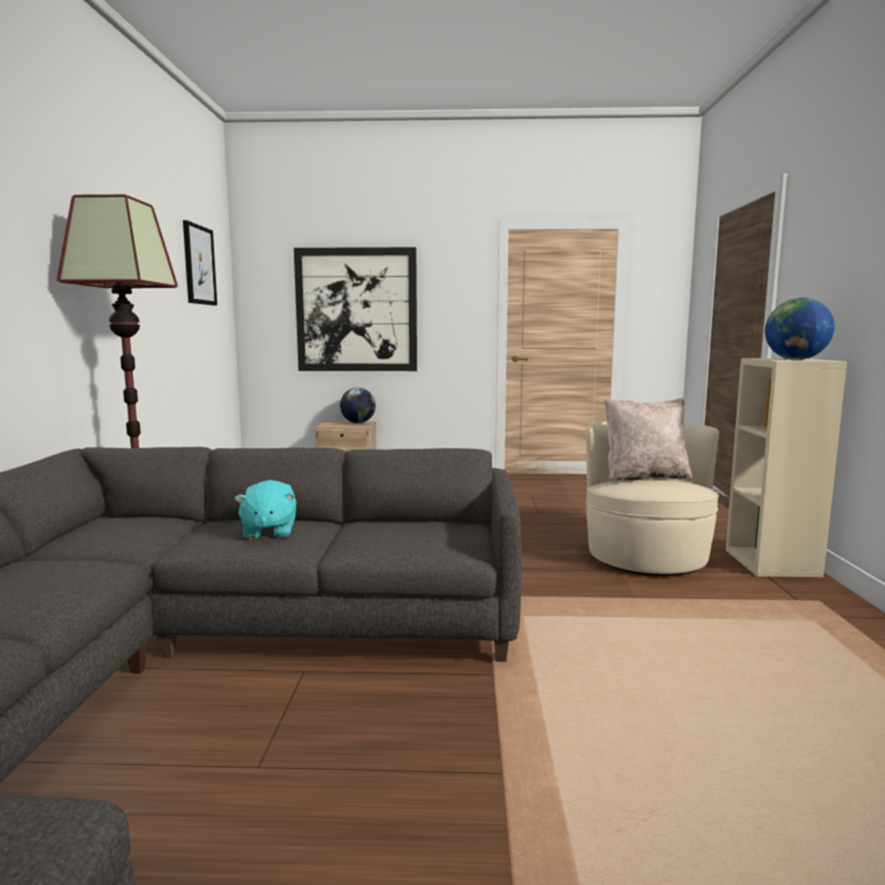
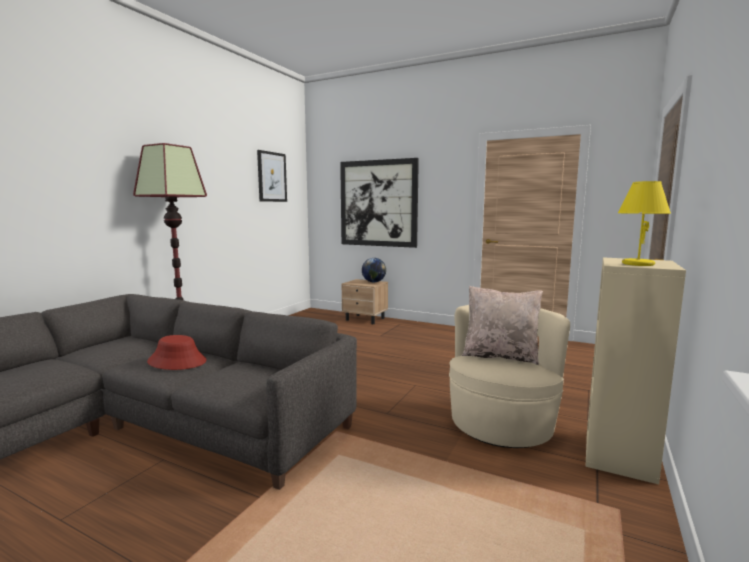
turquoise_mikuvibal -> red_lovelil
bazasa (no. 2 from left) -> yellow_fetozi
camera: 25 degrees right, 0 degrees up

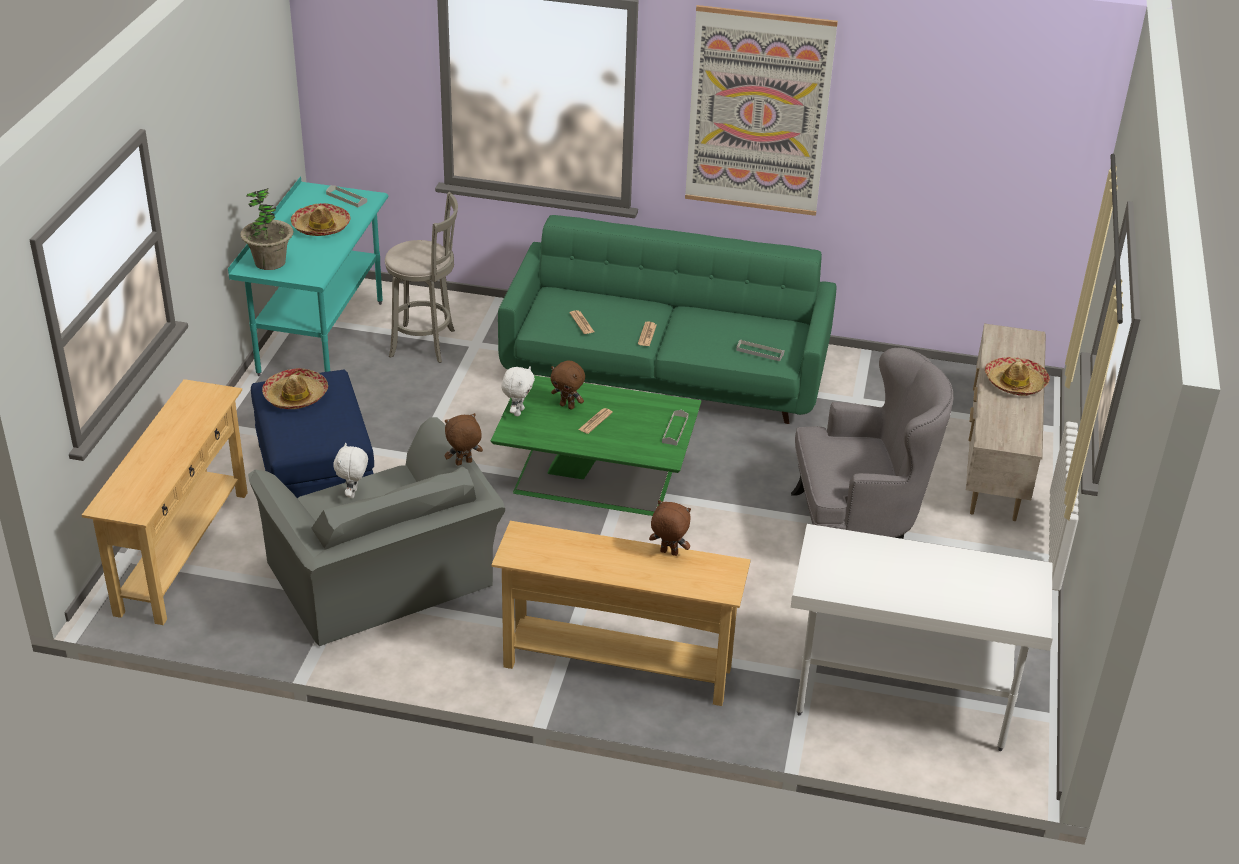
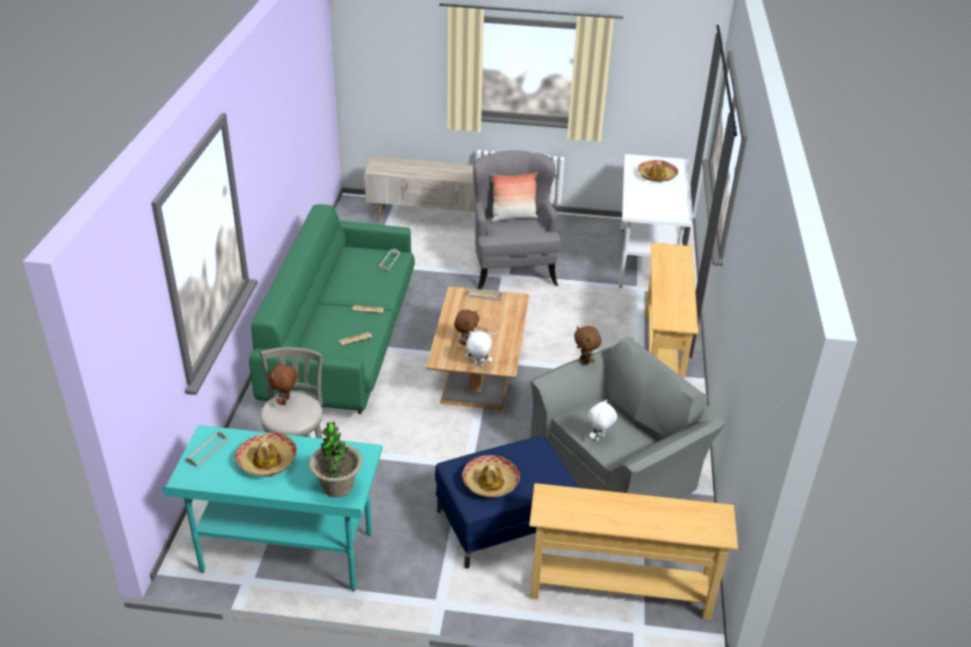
white_mikuvibal (no. 1 from left in the first image) -> white_mikuvibal (no. 2 from left), 135 degrees clockwise
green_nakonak -> brown_nakonak
brown_mikuvibal (no. 3 from left in the first image) -> brown_mikuvibal (no. 1 from left), relocated
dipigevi -> none
lovelil (no. 3 from left), relocated
none -> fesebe
camera: 95 degrees left, 0 degrees up

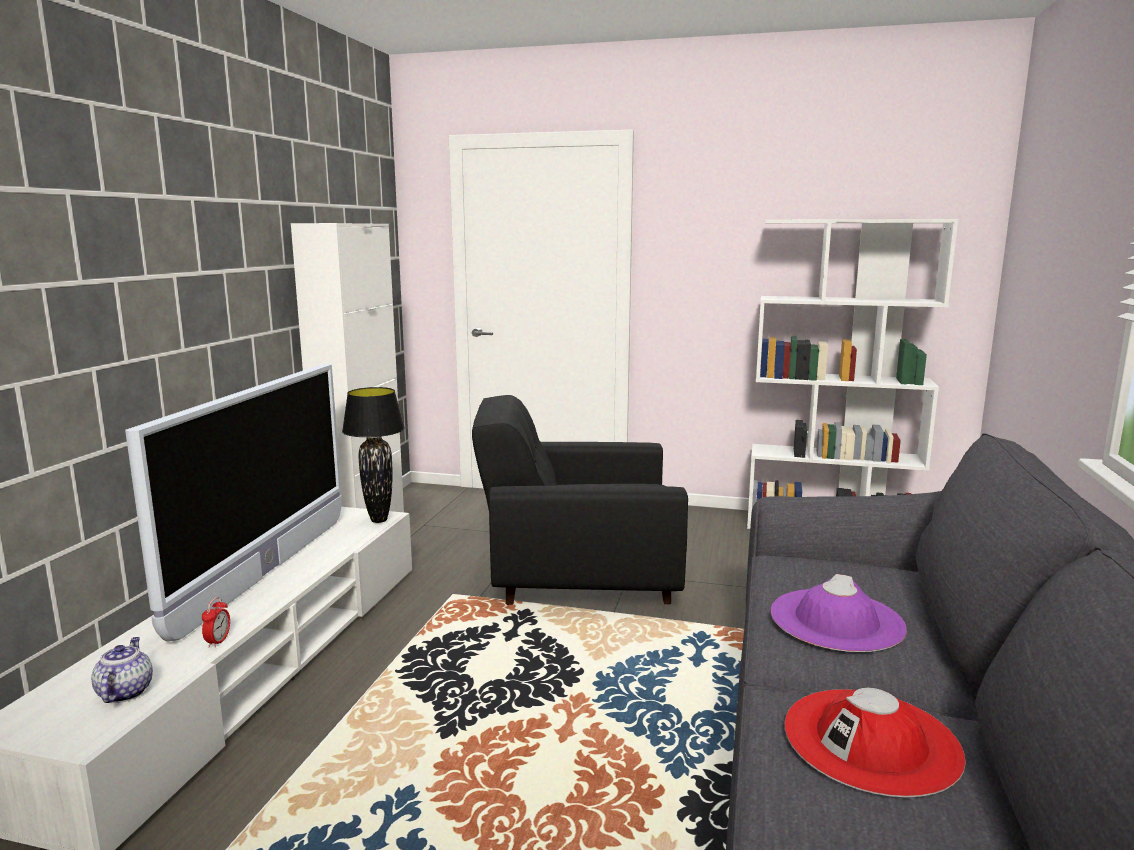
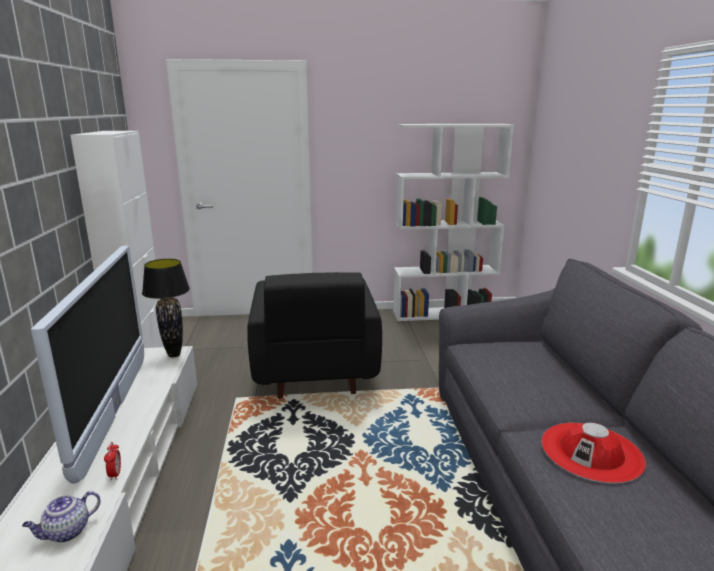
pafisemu, 105 degrees counterclockwise
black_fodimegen, 75 degrees counterclockwise
purple_lovelil -> none
camera: 20 degrees left, 5 degrees up

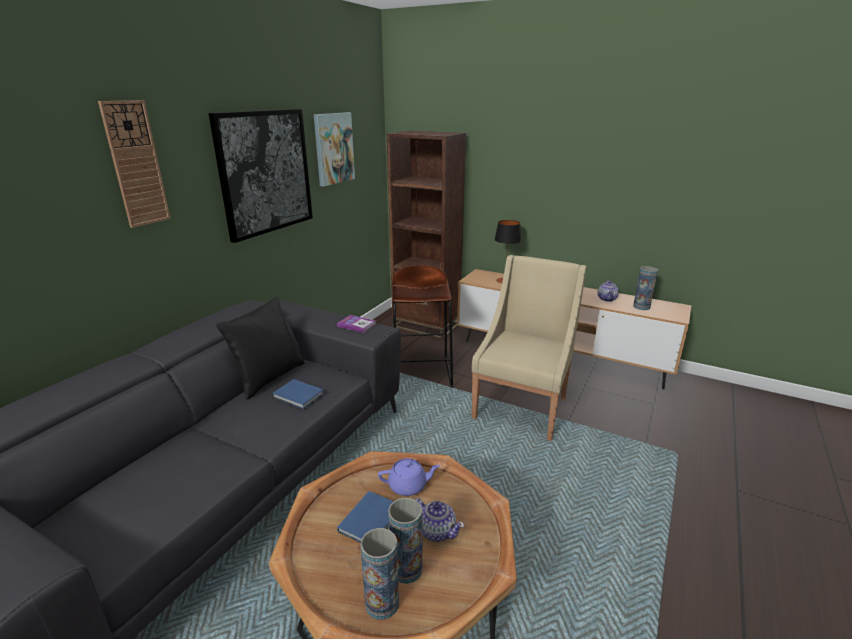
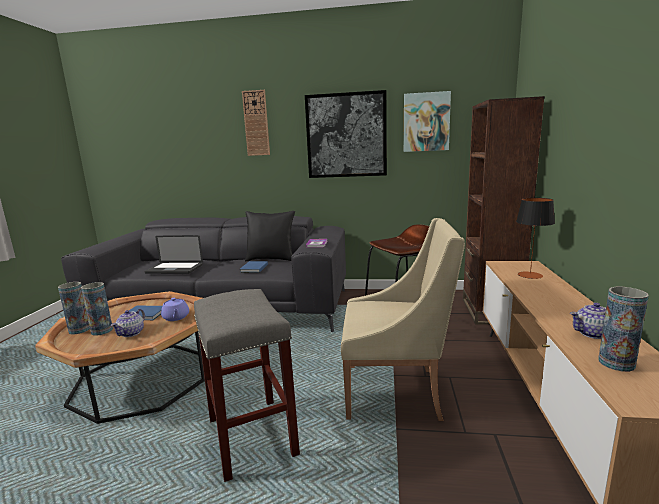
none -> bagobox
none -> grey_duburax
camera: 70 degrees right, 10 degrees down

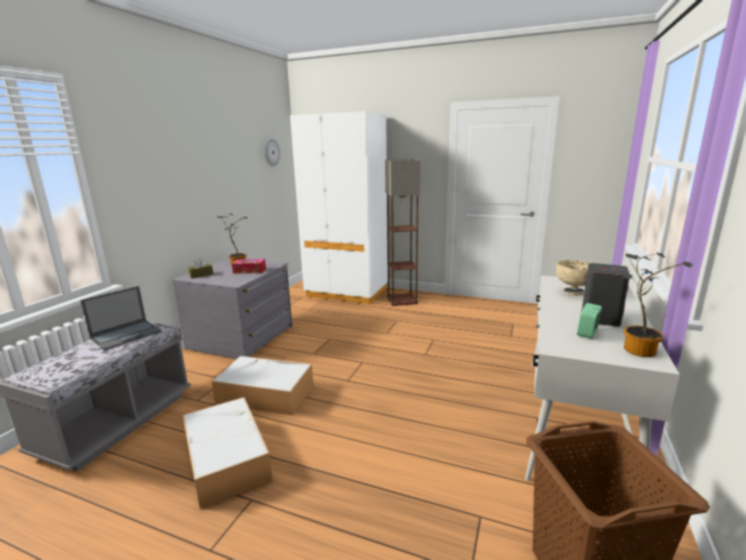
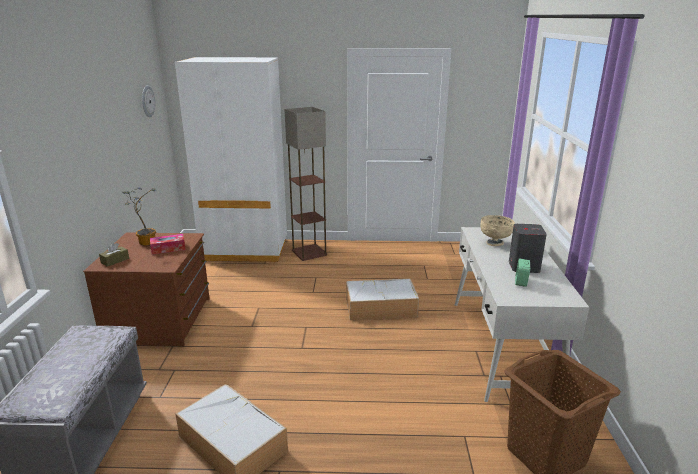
bagobox -> none
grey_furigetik -> brown_furigetik
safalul (no. 2 from left), relocated
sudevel (no. 2 from left) -> none
camera: 20 degrees left, 5 degrees up

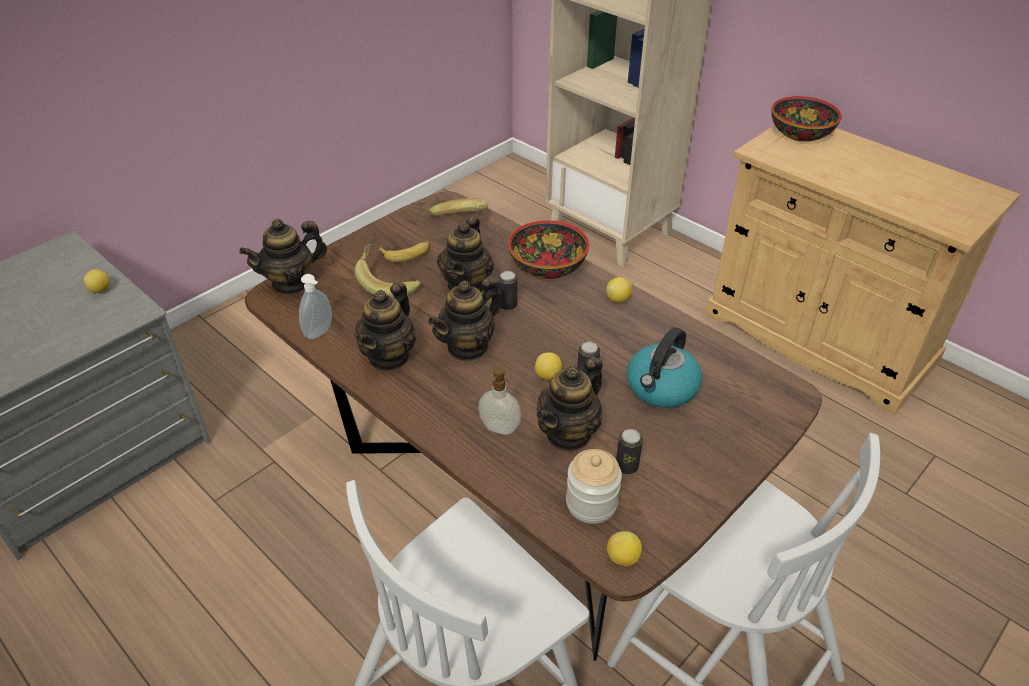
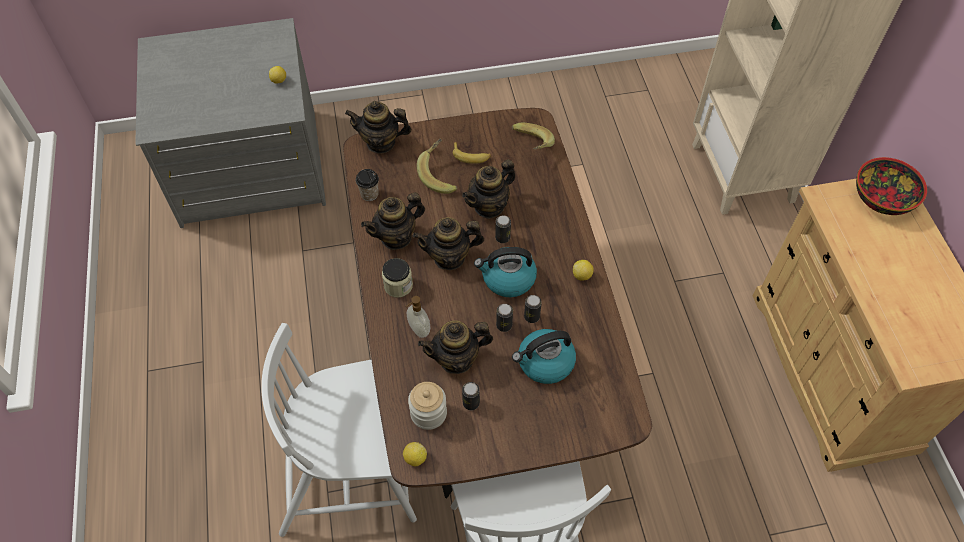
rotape (no. 1 from left) -> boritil
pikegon (no. 1 from left) -> none
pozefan (no. 2 from left) -> none
none -> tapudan (no. 1 from left)
none -> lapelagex (no. 1 from left)
none -> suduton (no. 4 from left)
camera: 35 degrees right, 15 degrees up

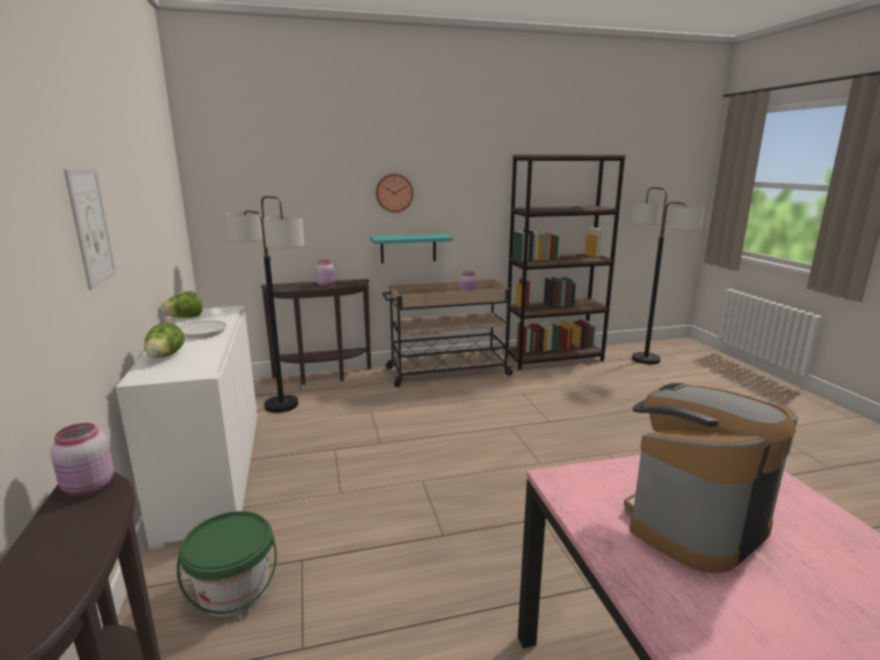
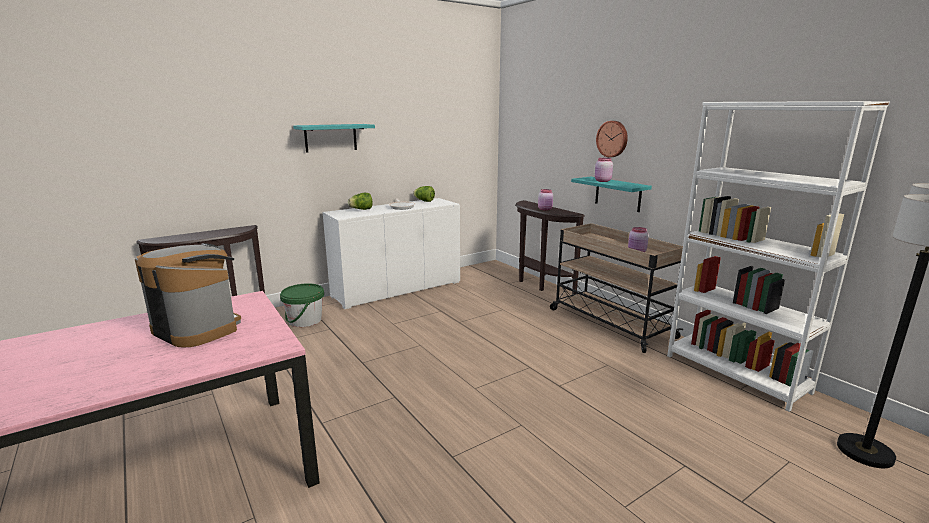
pink_tapudan (no. 1 from left in the first image) -> pink_tapudan (no. 2 from left), relocated
dipigevi -> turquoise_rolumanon (no. 1 from left)
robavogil (no. 1 from left) -> none
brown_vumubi -> white_vumubi
camera: 70 degrees right, 0 degrees up

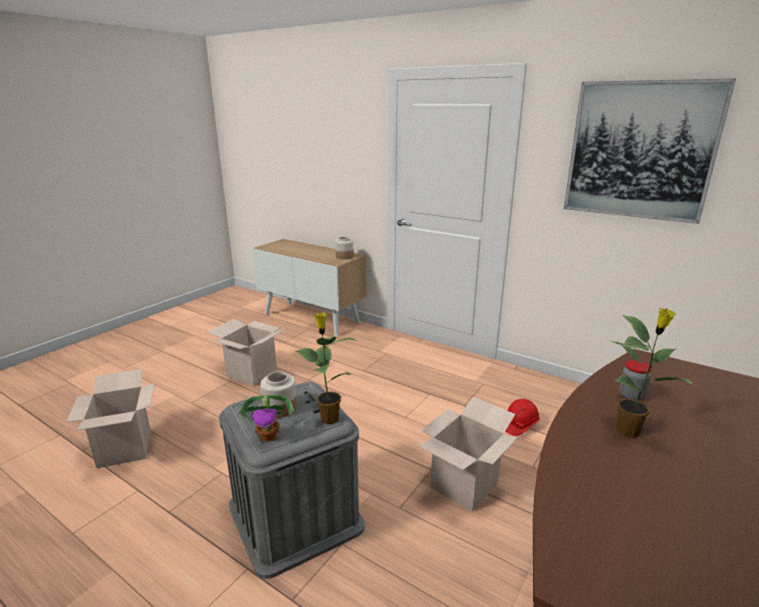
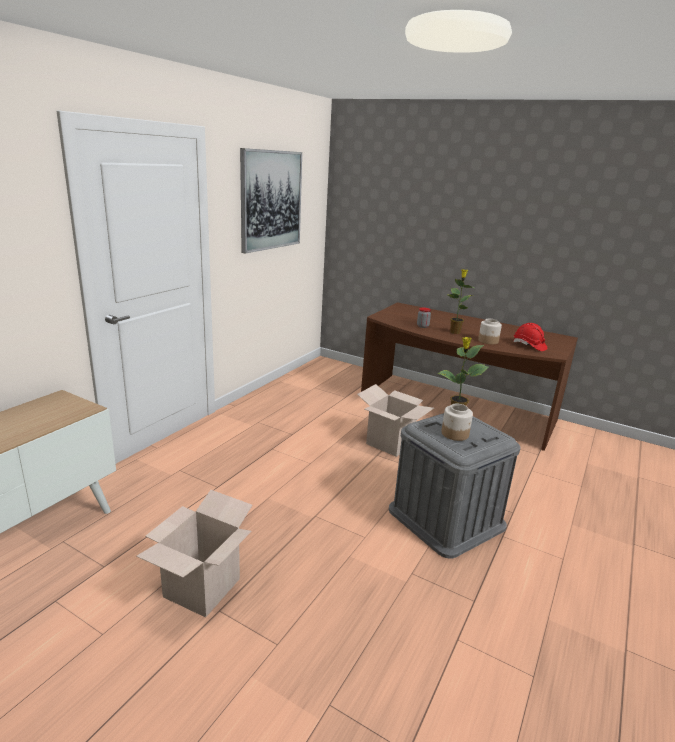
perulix (no. 1 from left) -> none
sudevel (no. 1 from left) -> none
tapudan (no. 2 from left in the first image) -> tapudan (no. 3 from left), relocated
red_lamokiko, relocated
camera: 95 degrees left, 0 degrees up

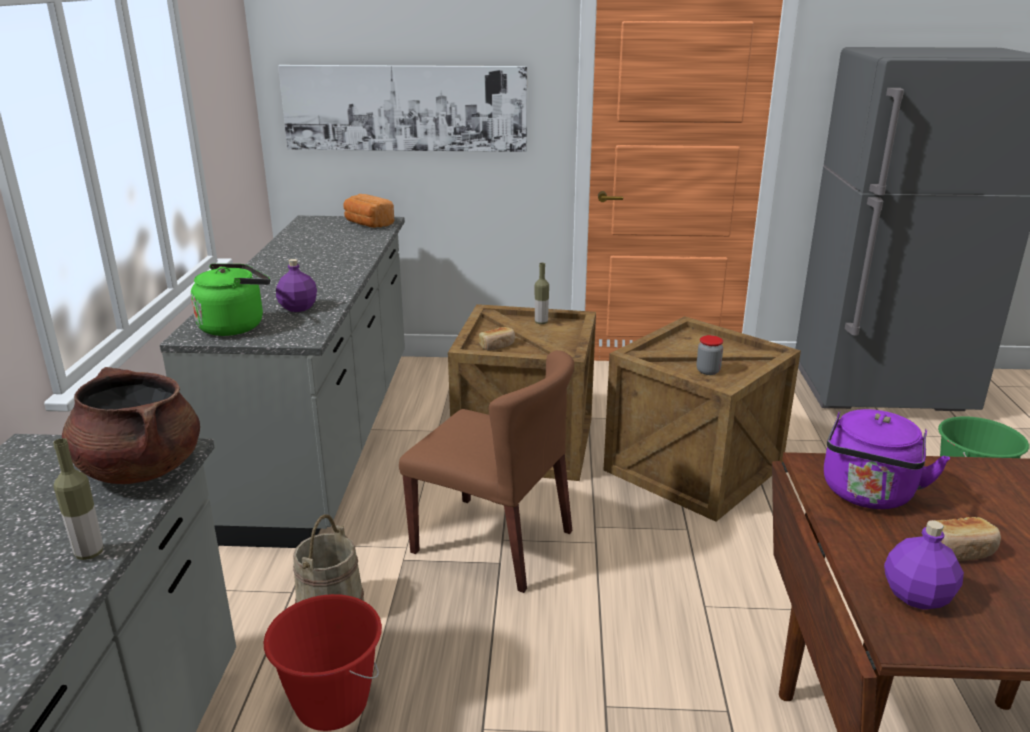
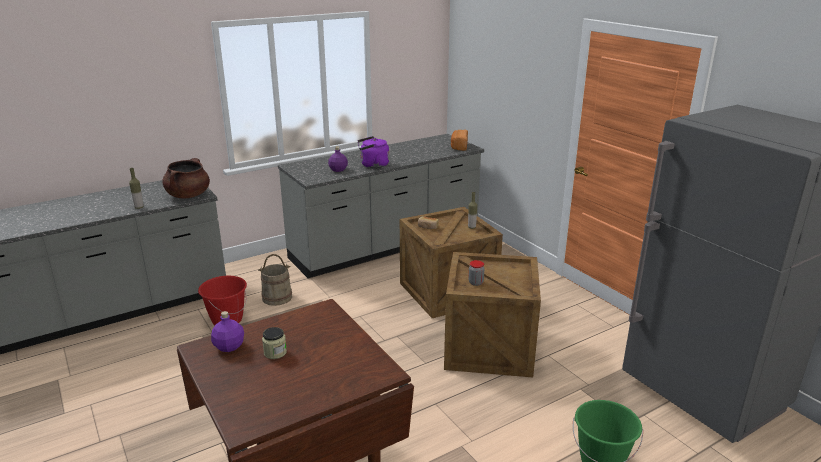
green_lapelagex -> none
dipigevi -> none
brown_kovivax -> none
purple_lapelagex, relocated
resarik (no. 3 from left) -> tapudan (no. 1 from left)
camera: 55 degrees right, 0 degrees up

